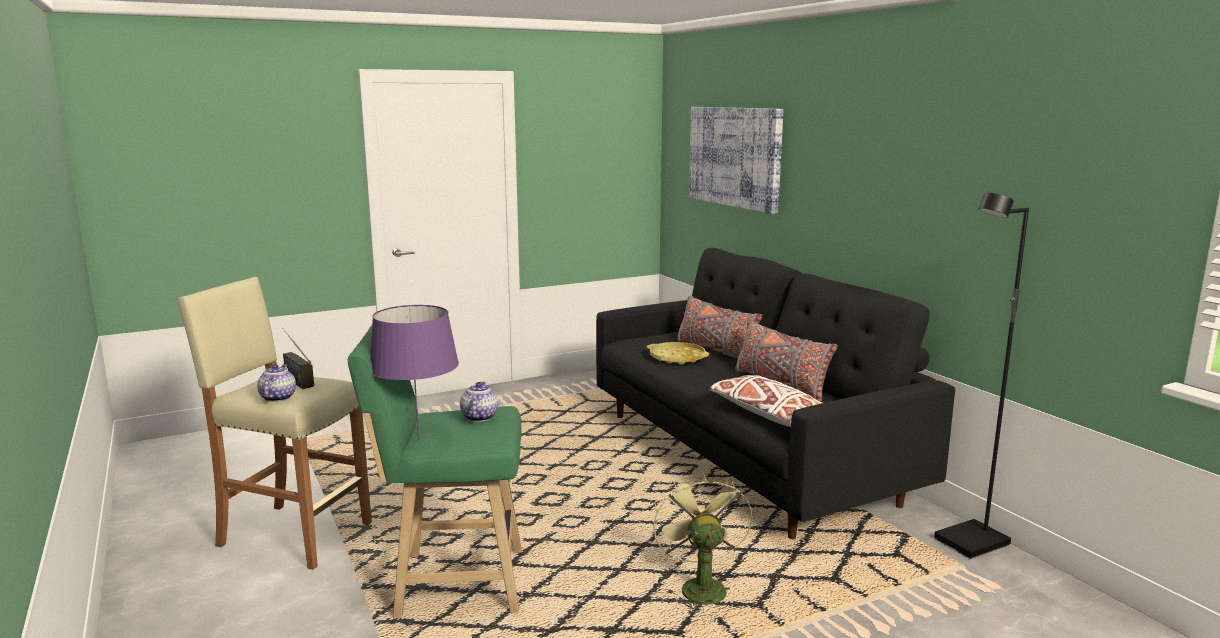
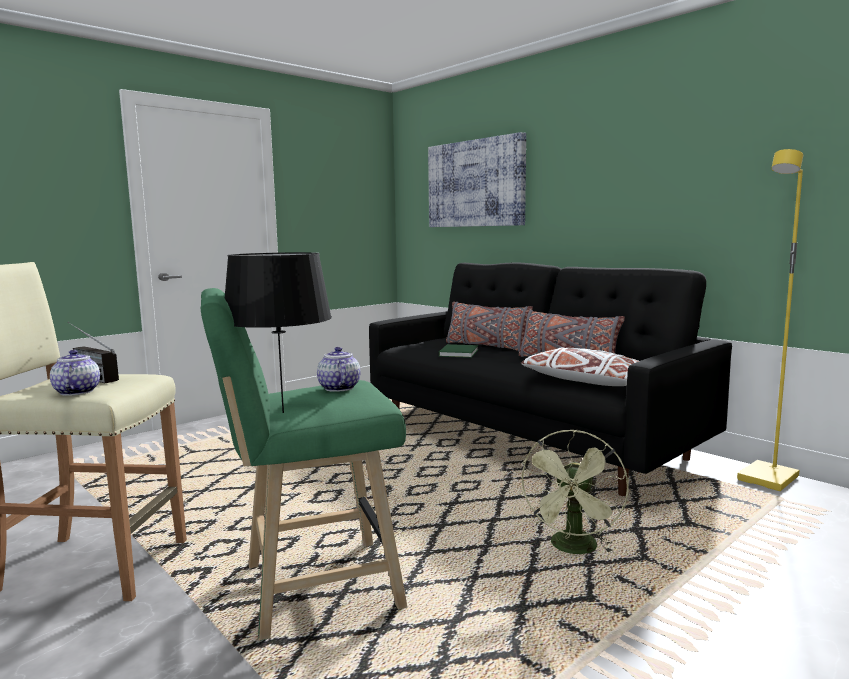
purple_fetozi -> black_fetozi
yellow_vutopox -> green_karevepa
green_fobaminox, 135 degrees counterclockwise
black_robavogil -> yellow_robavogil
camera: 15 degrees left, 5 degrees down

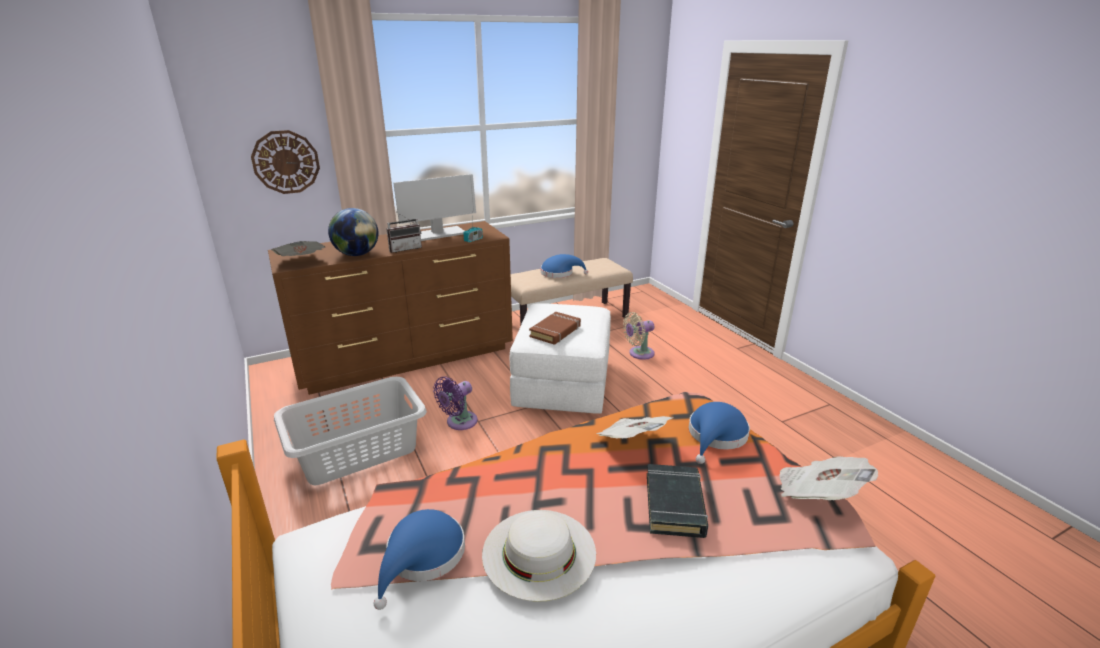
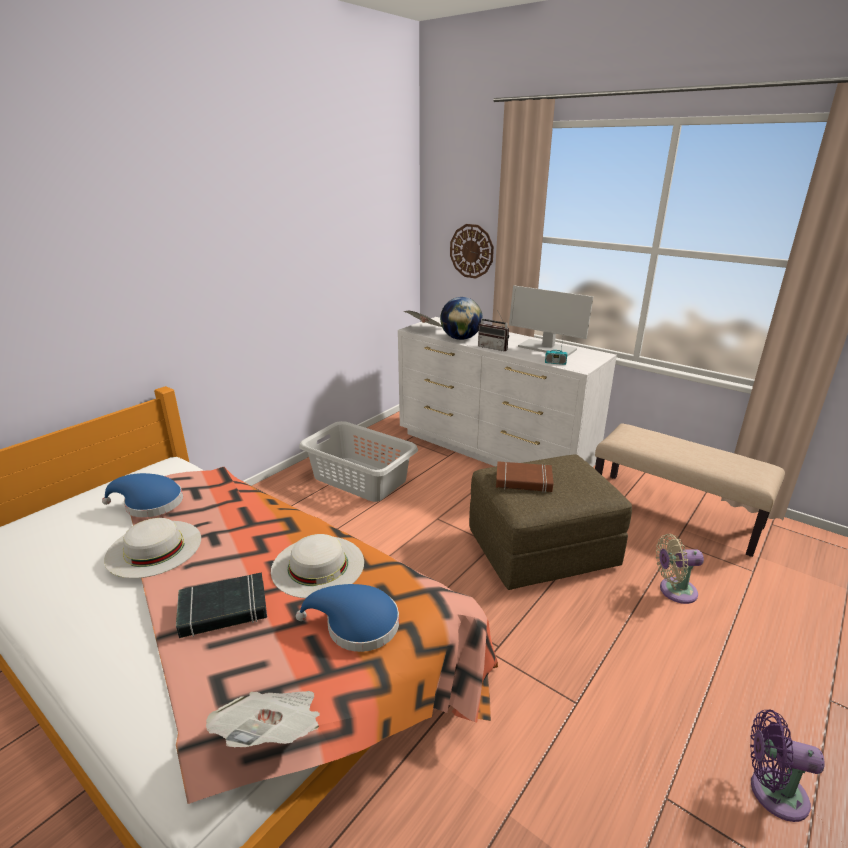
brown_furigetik -> white_furigetik
purple_fobaminox, relocated
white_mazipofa -> brown_mazipofa
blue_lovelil (no. 2 from left) -> none
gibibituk (no. 2 from left) -> white_lovelil (no. 2 from left)
beige_fobaminox, 45 degrees counterclockwise
camera: 65 degrees right, 0 degrees up

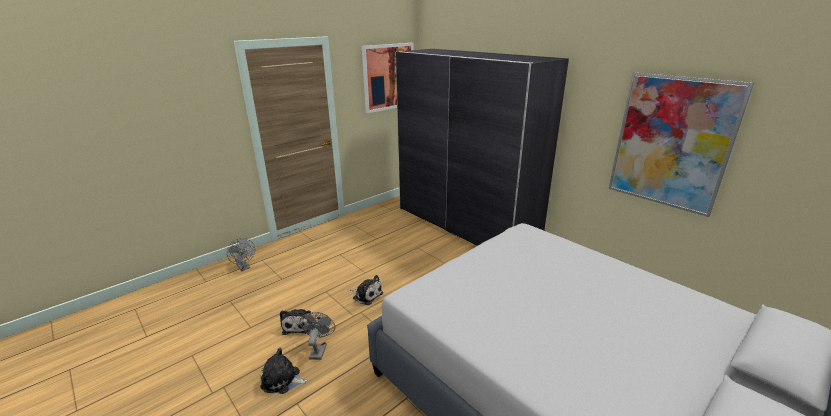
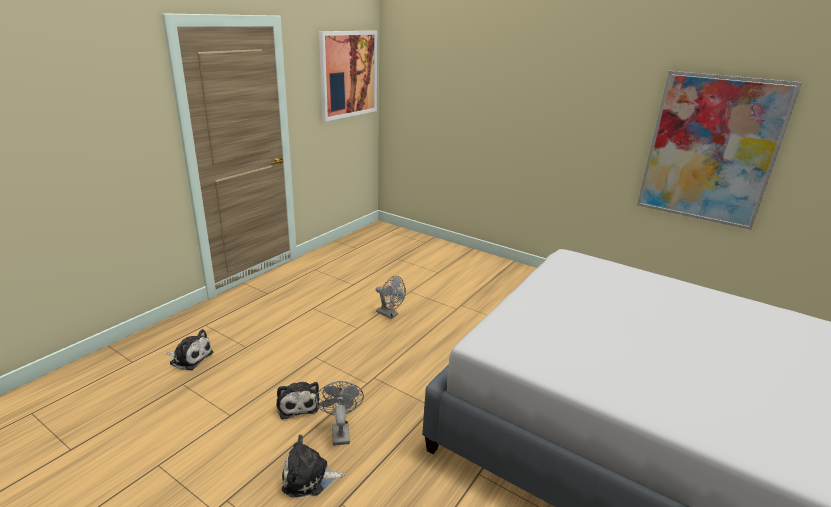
grey_fobaminox (no. 1 from left in the first image) -> grey_fobaminox (no. 2 from left), relocated
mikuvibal (no. 3 from left in the first image) -> mikuvibal (no. 1 from left), relocated
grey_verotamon -> none
camera: 15 degrees left, 0 degrees up

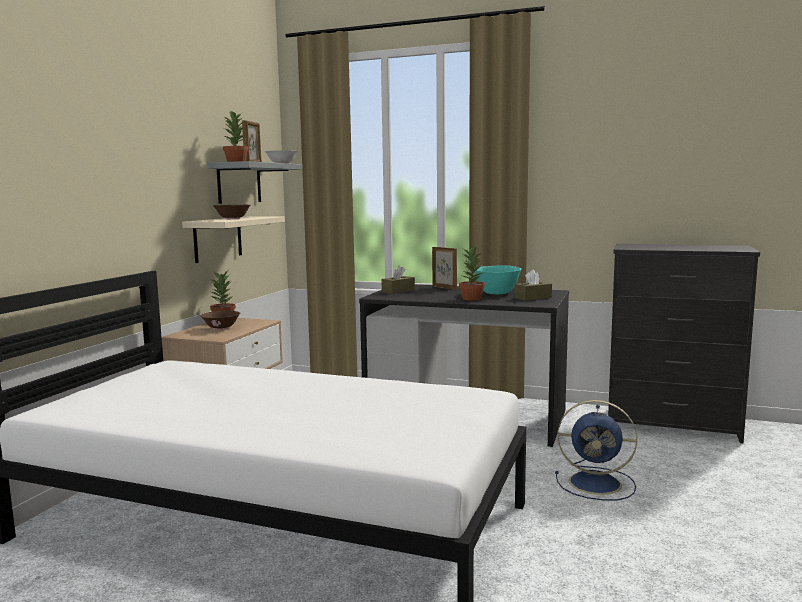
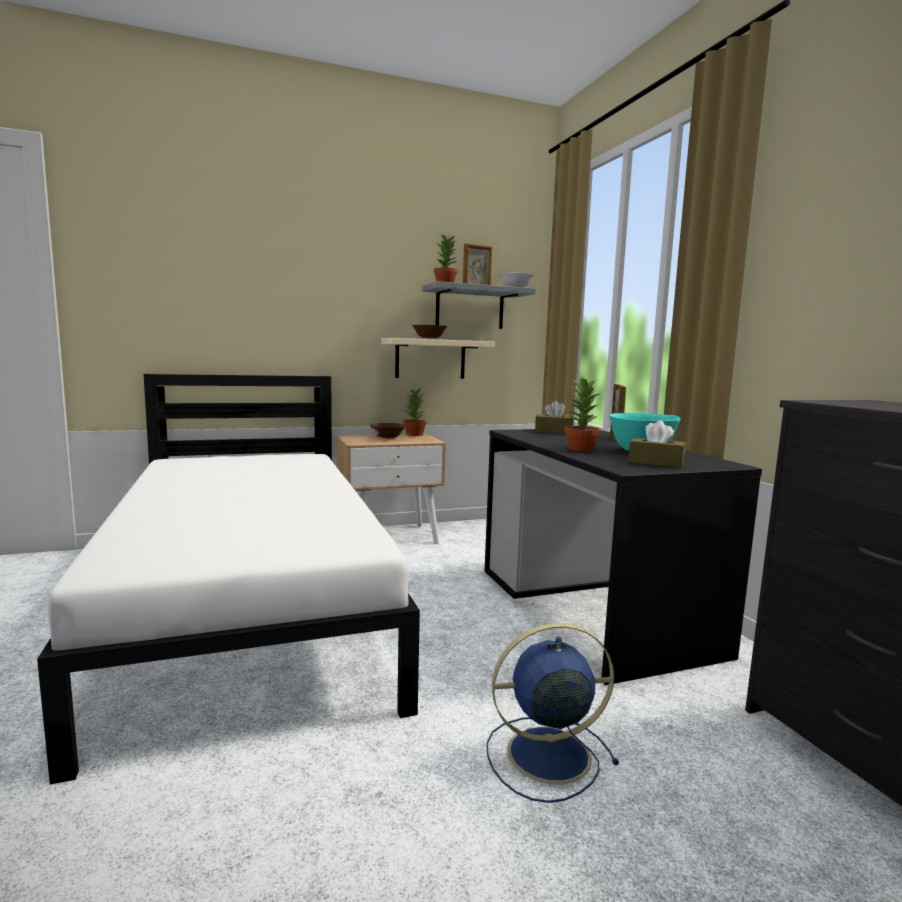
blue_fobaminox, 105 degrees clockwise
camera: 50 degrees right, 0 degrees up

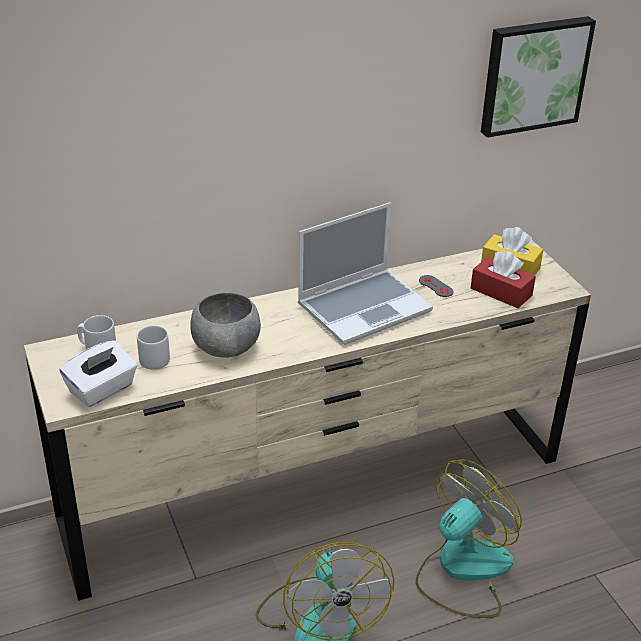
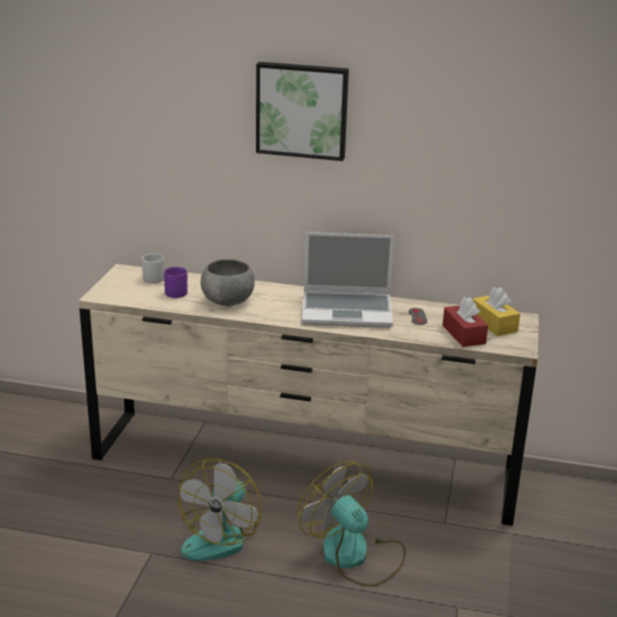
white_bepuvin -> none
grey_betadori (no. 2 from left) -> purple_betadori
fobaminox (no. 2 from left), 120 degrees counterclockwise
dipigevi, relocated
camera: 35 degrees right, 10 degrees down

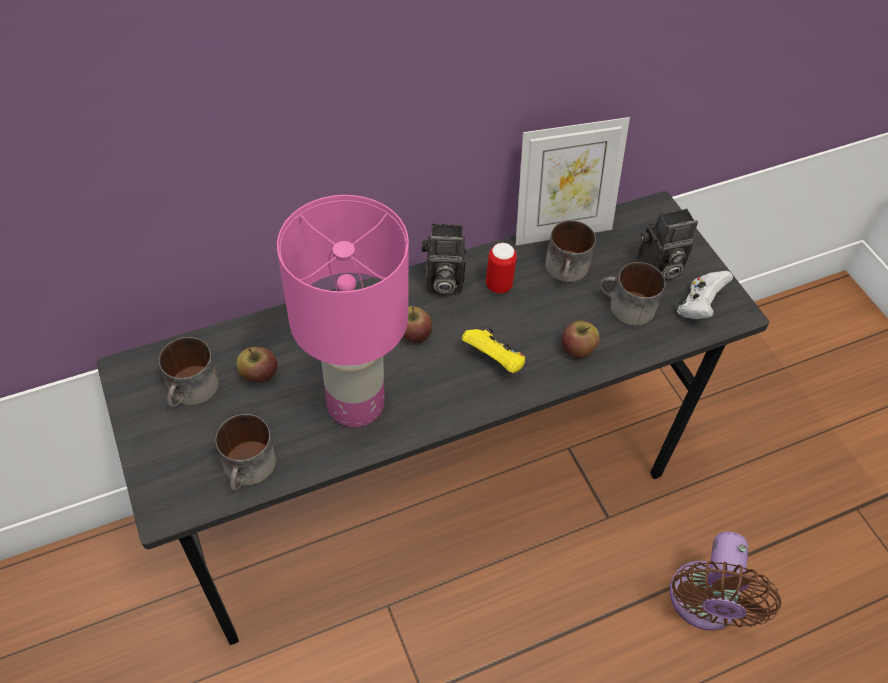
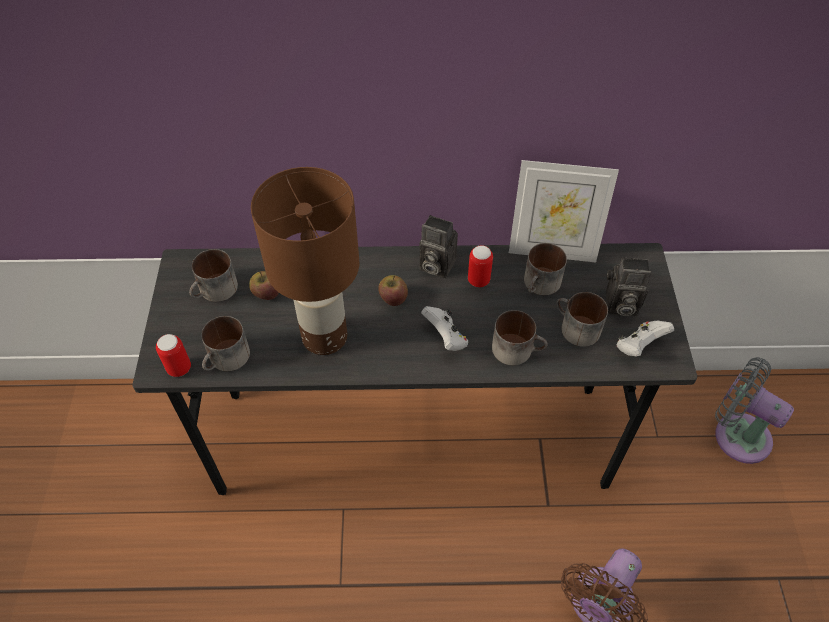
pink_fetozi -> brown_fetozi
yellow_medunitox -> white_medunitox (no. 1 from left)
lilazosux (no. 3 from left) -> betadori (no. 3 from left)
none -> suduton (no. 1 from left)
none -> grey_fobaminox
camera: 25 degrees right, 0 degrees up

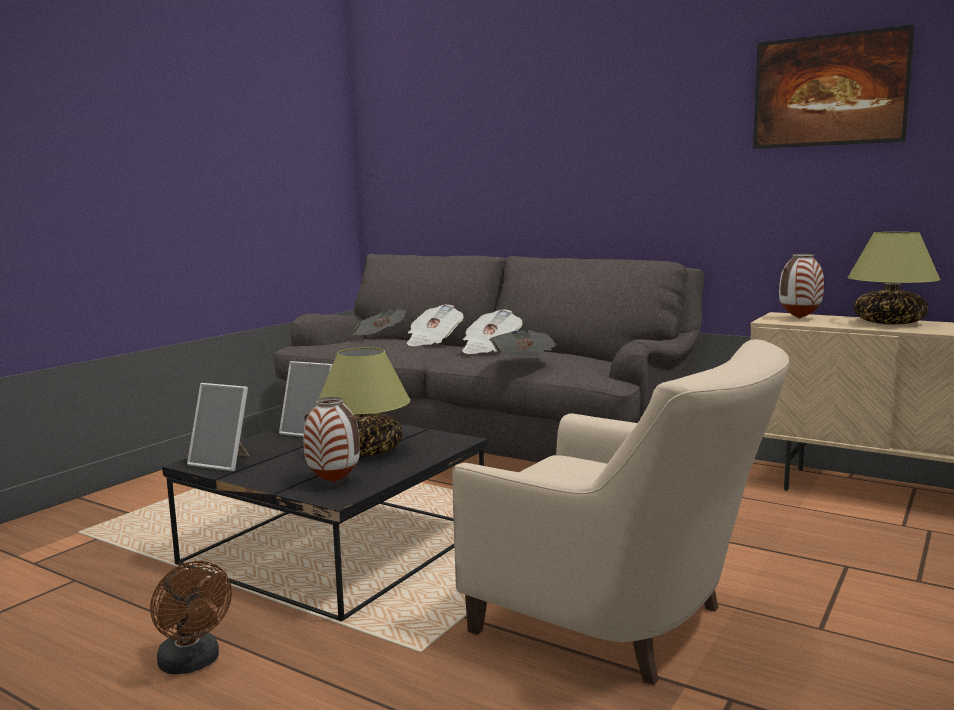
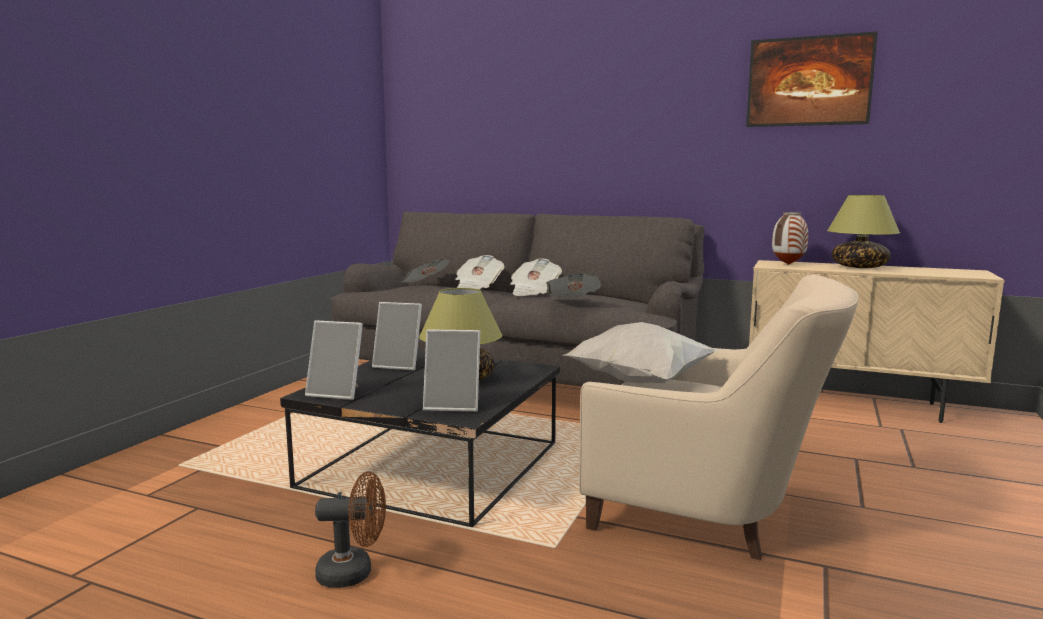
brown_fobaminox, 45 degrees counterclockwise
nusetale (no. 1 from left) -> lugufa (no. 3 from left)
none -> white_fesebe
camera: 10 degrees left, 0 degrees up

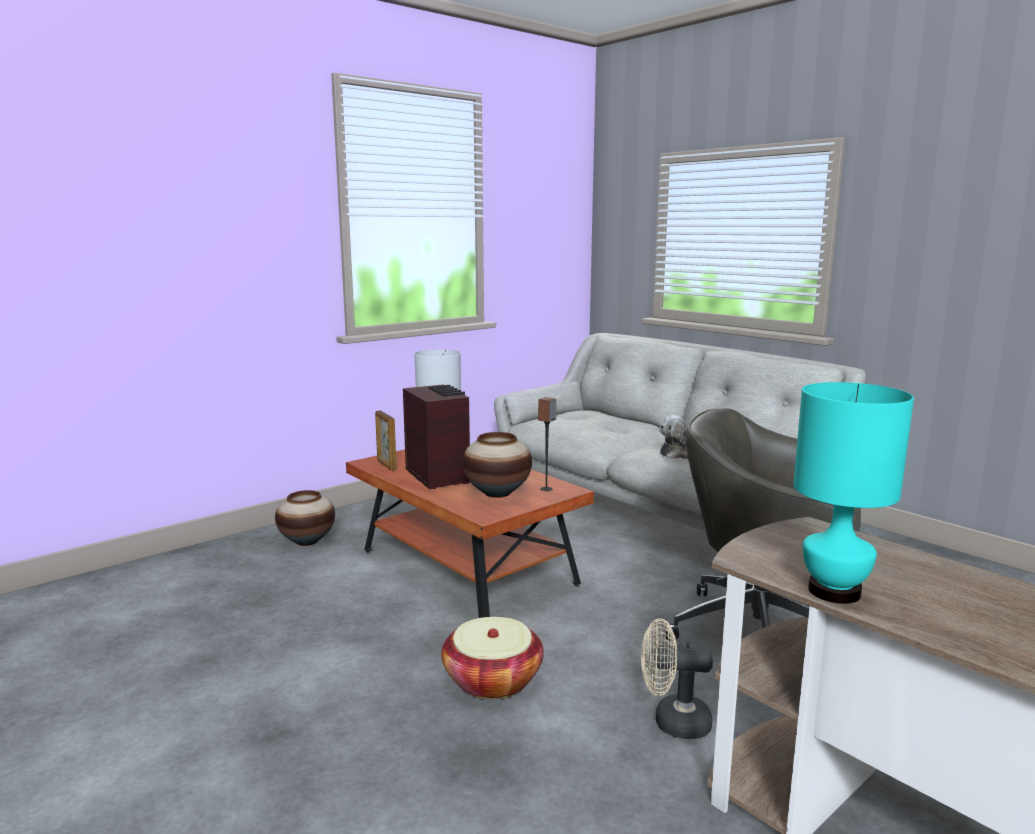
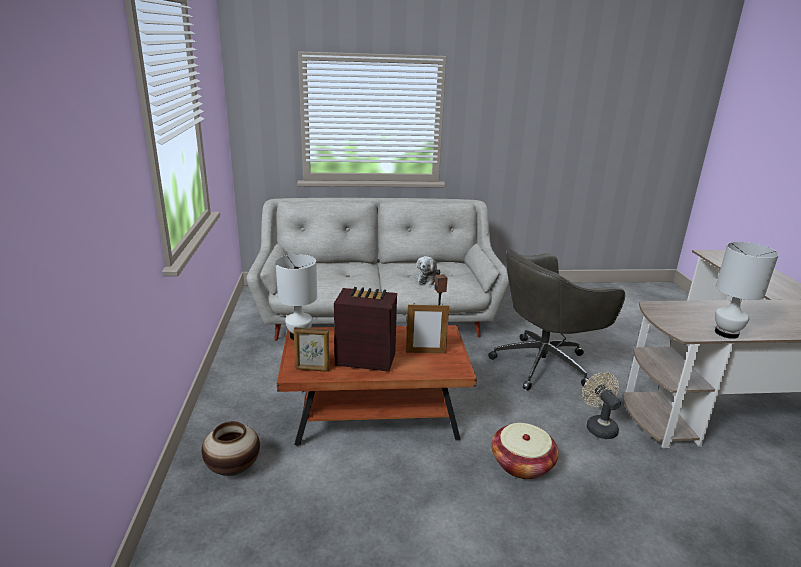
nusetale (no. 2 from left) -> lugufa (no. 2 from left)
beige_fobaminox, 120 degrees clockwise
turquoise_fetozi -> white_fetozi (no. 2 from left)
camera: 55 degrees left, 10 degrees up

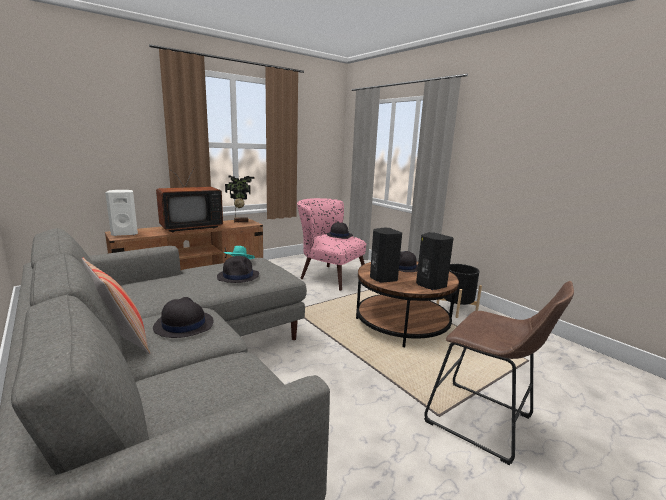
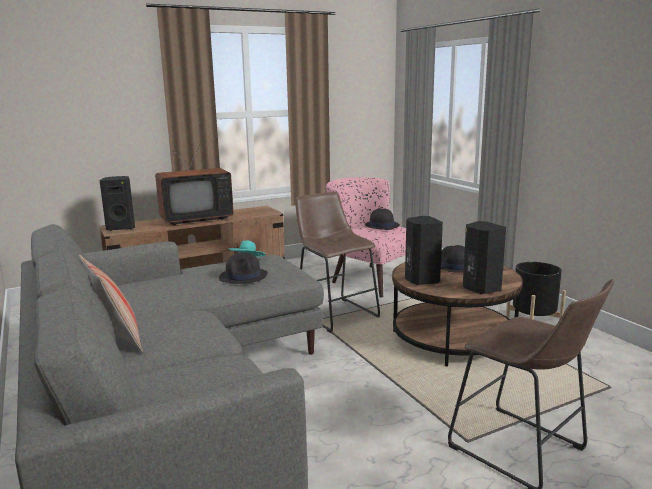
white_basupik -> black_basupik (no. 1 from left)
black_lovelil (no. 1 from left) -> none
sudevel -> none
none -> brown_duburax (no. 1 from left)
camera: 10 degrees right, 0 degrees up

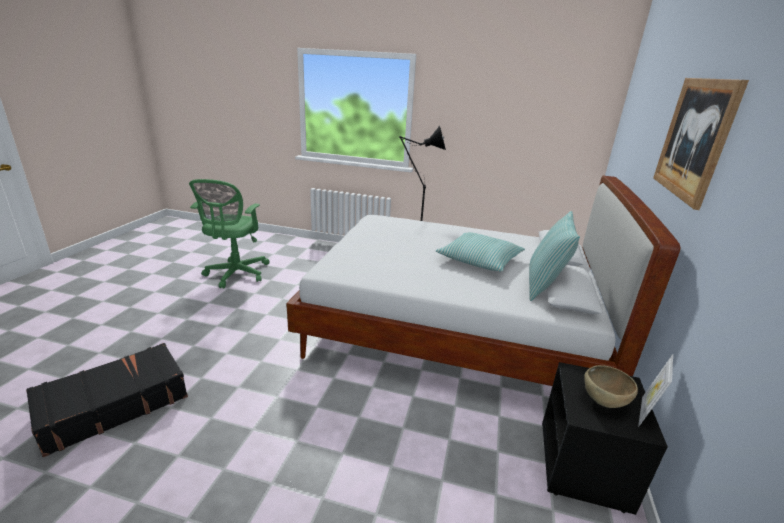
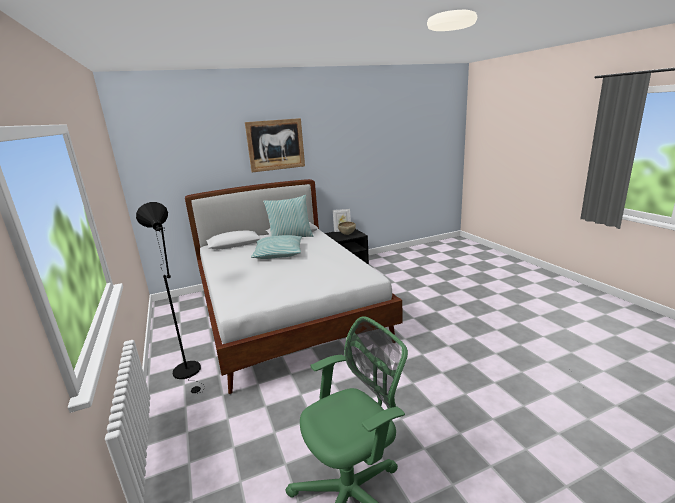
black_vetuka -> none
camera: 125 degrees left, 5 degrees down

